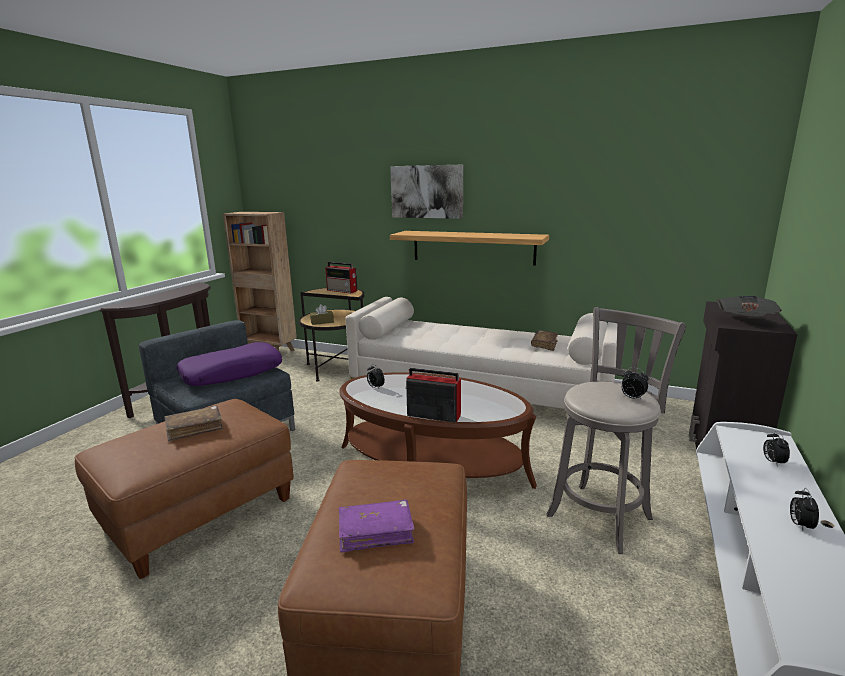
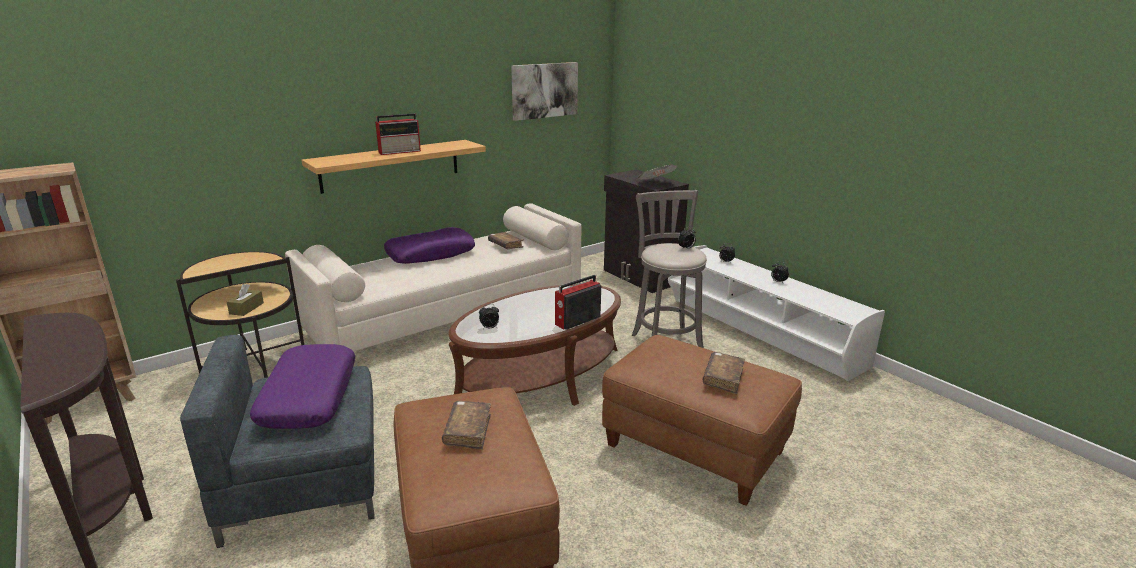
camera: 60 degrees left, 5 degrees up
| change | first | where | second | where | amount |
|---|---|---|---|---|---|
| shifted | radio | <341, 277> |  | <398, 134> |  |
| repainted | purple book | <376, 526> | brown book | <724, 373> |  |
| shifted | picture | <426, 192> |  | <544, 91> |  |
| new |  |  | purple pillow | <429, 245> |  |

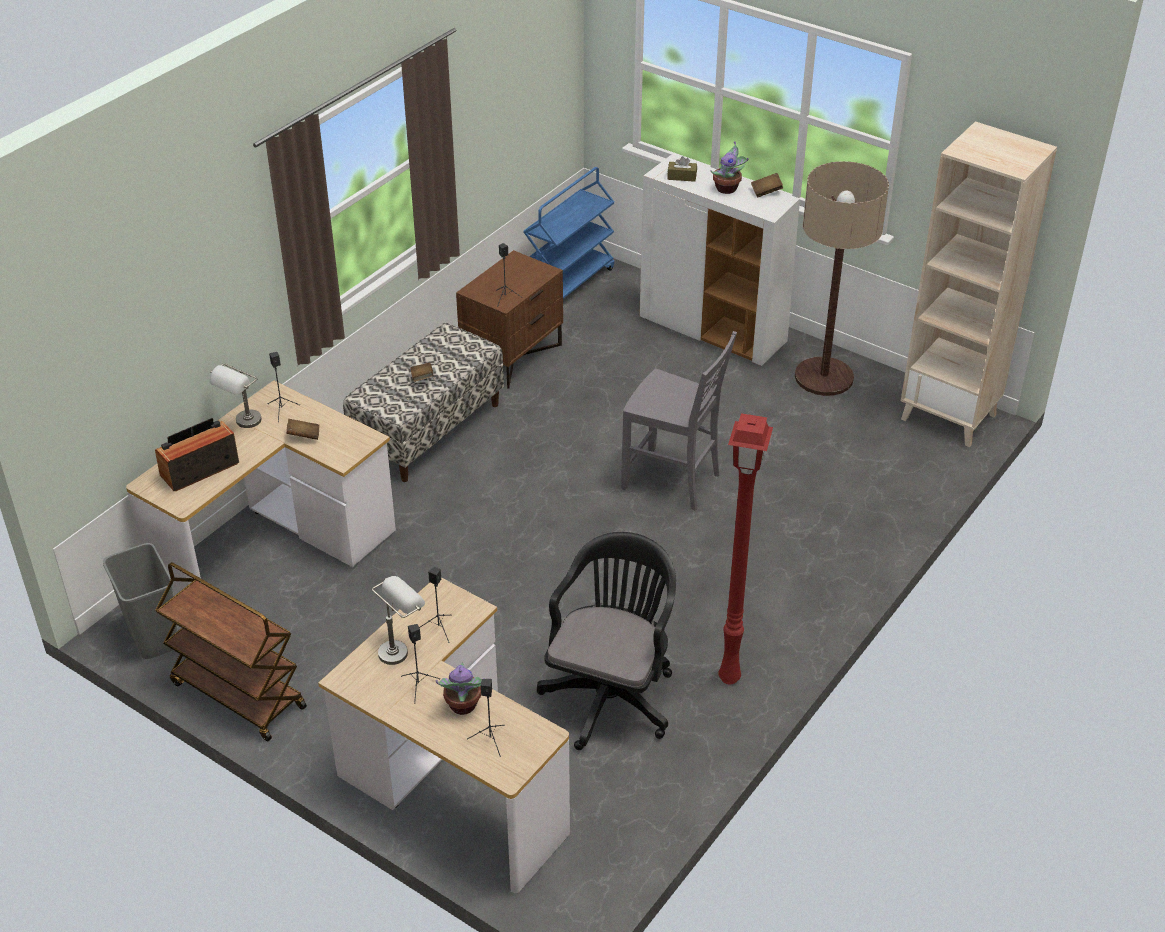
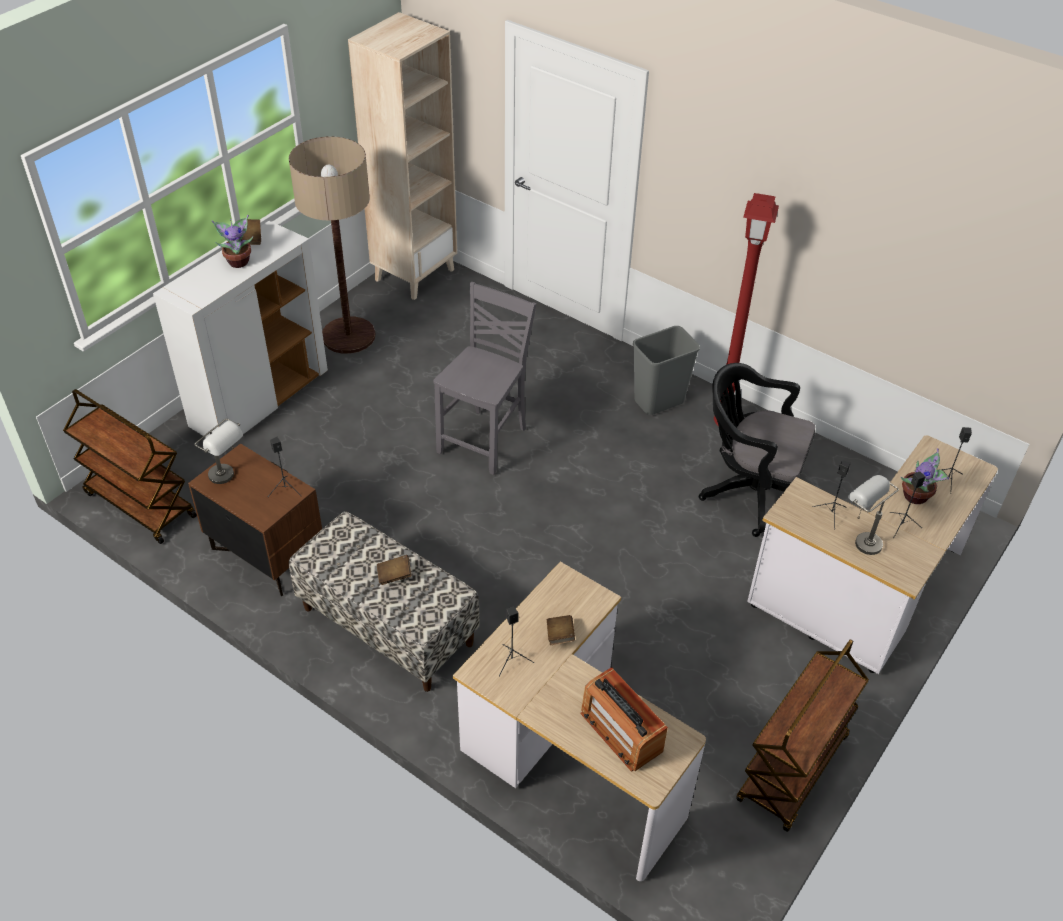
camera: 90 degrees left, 5 degrees up
| change | first | where | second | where | amount |
|---|---|---|---|---|---|
| shifted | grey trash can | <140, 601> |  | <666, 370> |  |
| shifted | grey table lamp | <236, 396> |  | <218, 451> |  |
| repainted | blue cart | <568, 233> | brown cart | <130, 466> |  |
| gone | brown tissue box | <682, 169> |  |  |  |

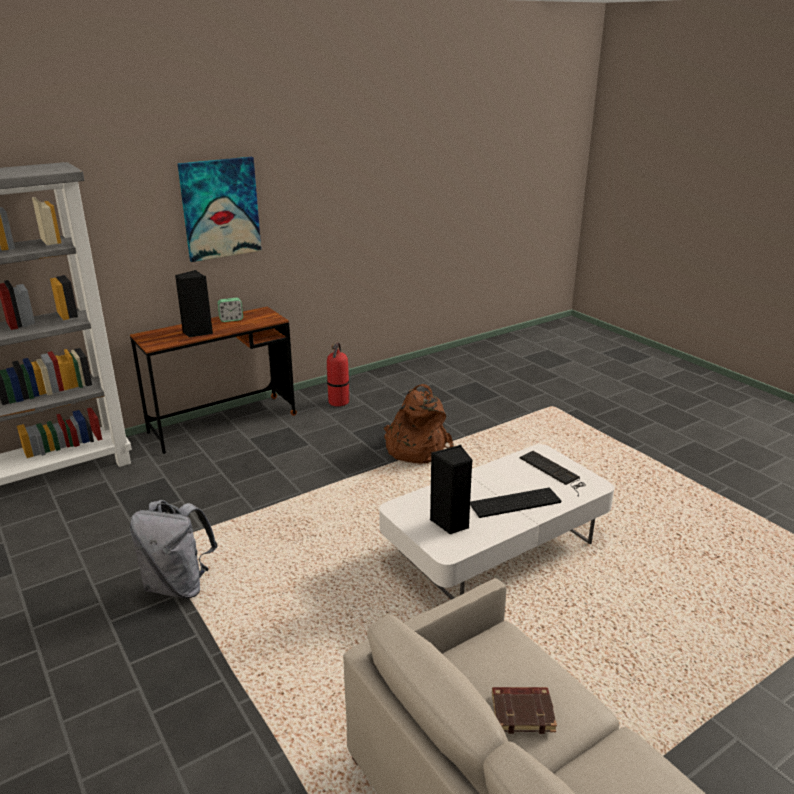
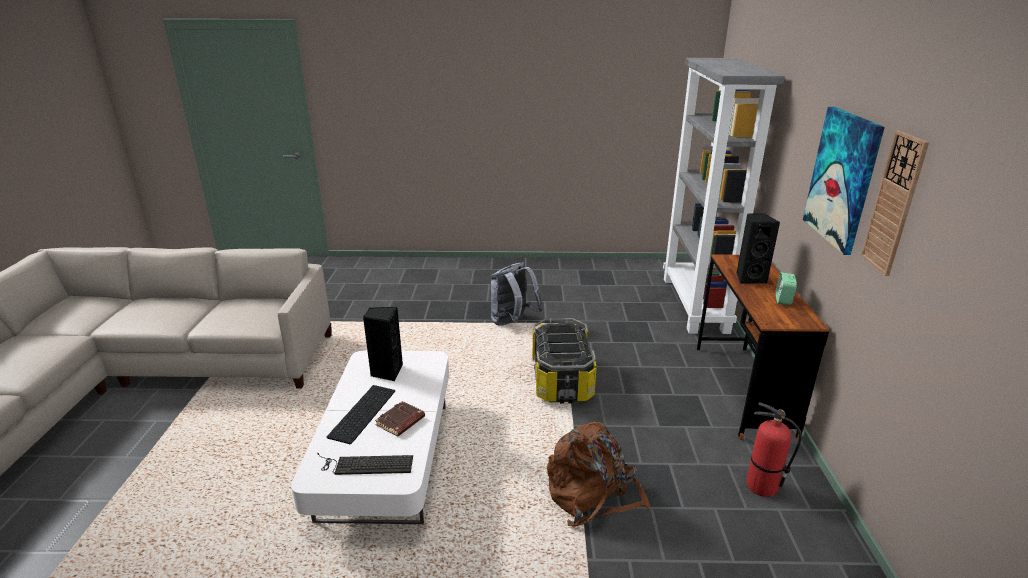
camera: 125 degrees right, 0 degrees up
| change | first | where | second | where | amount |
|---|---|---|---|---|---|
| shifted | brown book | <524, 710> |  | <400, 418> |  |
| new |  |  | storage box | <564, 361> |  |
| new |  |  | wall clock | <895, 203> |  |

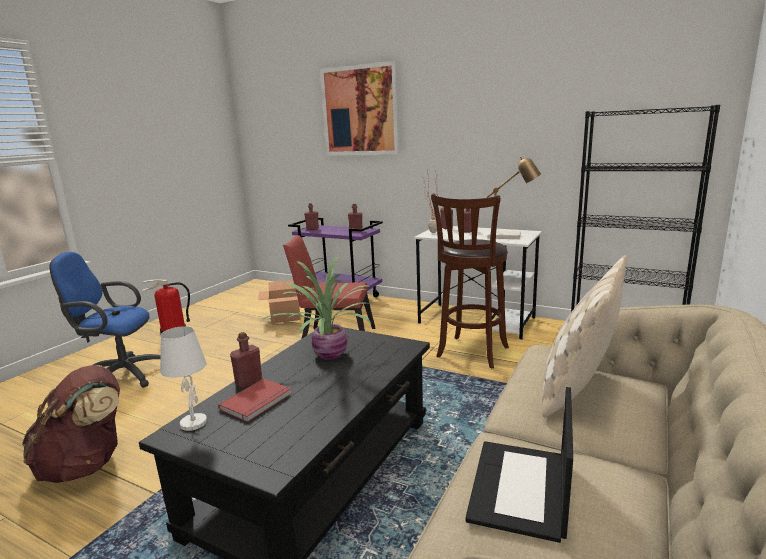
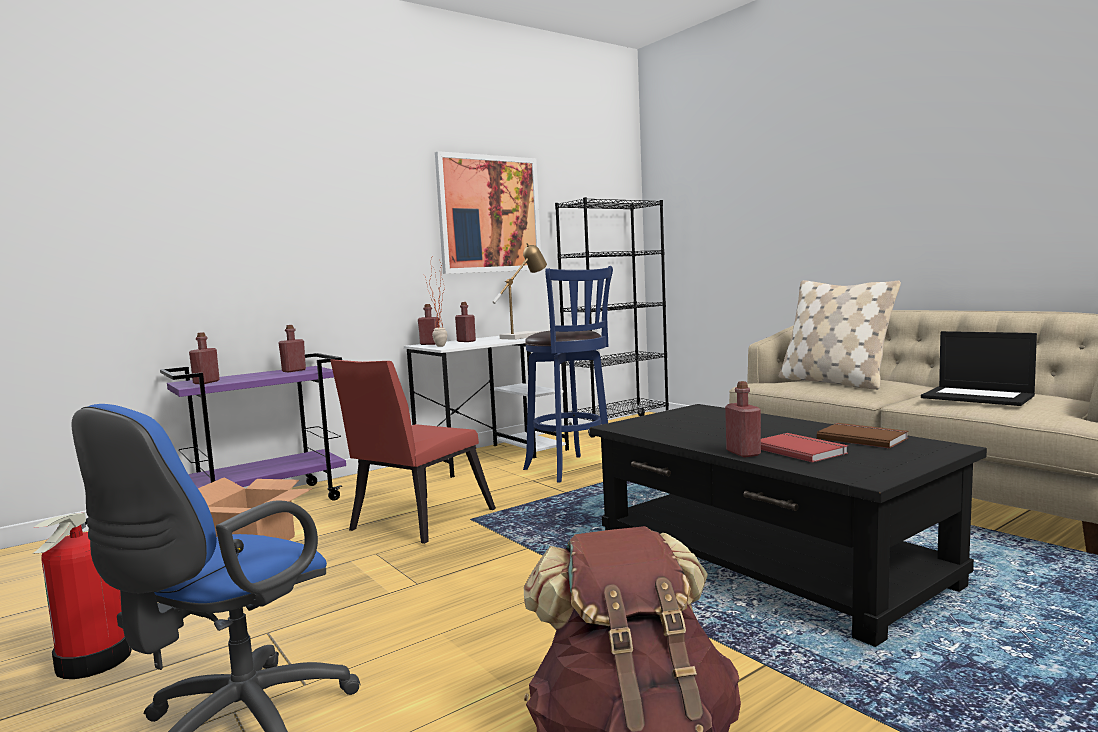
camera: 65 degrees left, 10 degrees down
| change | first | where | second | where | amount |
|---|---|---|---|---|---|
| gone | white table lamp | <183, 378> |  |  |  |
| gone | potted plant | <316, 308> |  |  |  |
| shifted | picture | <360, 108> |  | <488, 212> |  |
| repainted | brown stool | <470, 281> | blue stool | <568, 374> |  |
| new |  |  | brown book | <863, 435> |  |

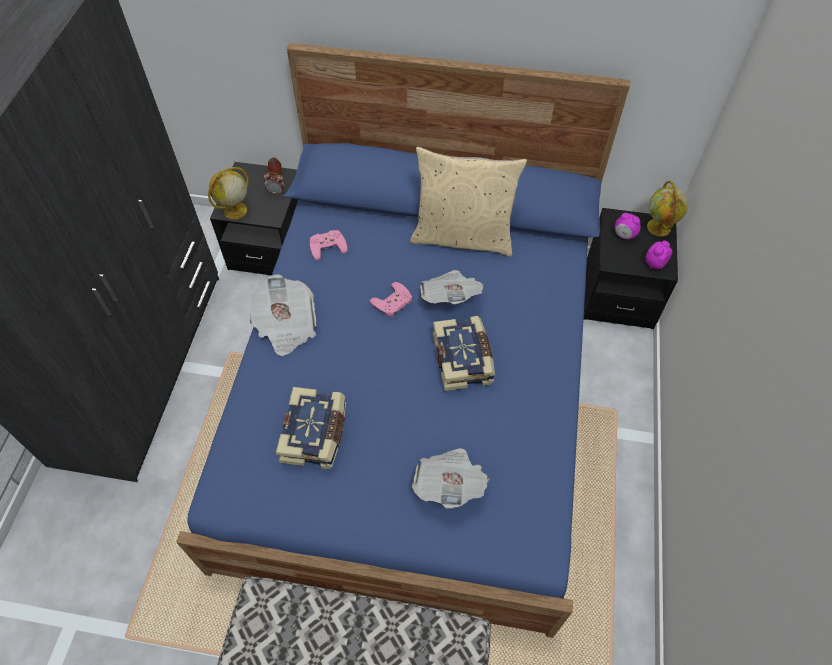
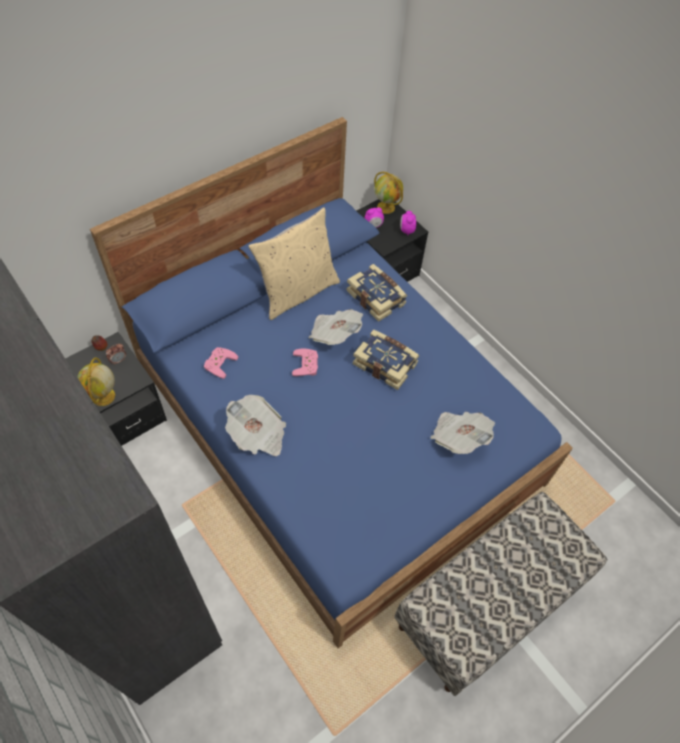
camera: 50 degrees left, 0 degrees up
| change | first | where | second | where | amount |
|---|---|---|---|---|---|
| shifted | book | <311, 428> |  | <376, 293> |  |

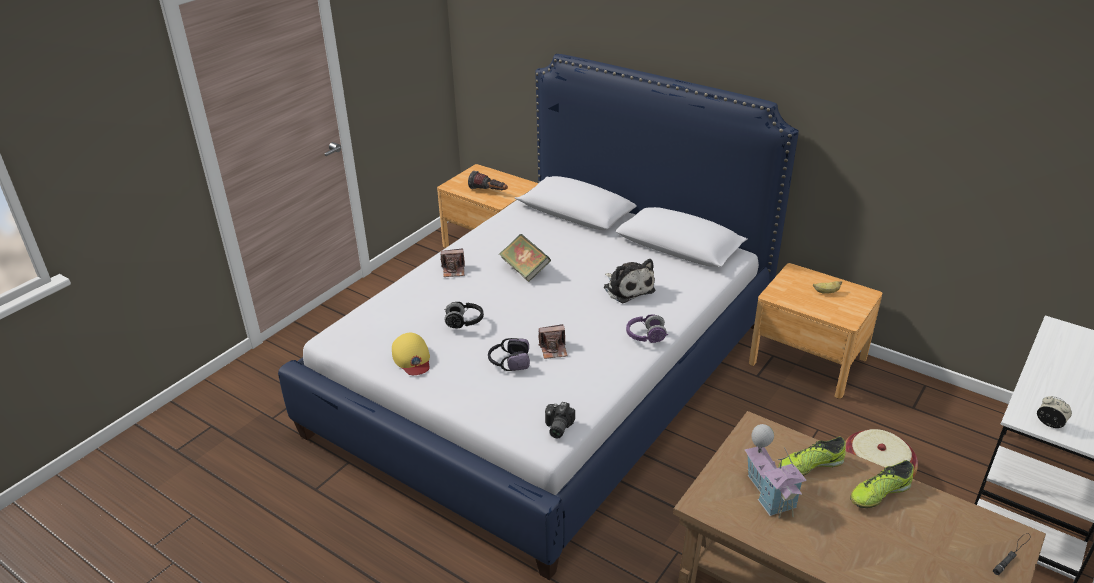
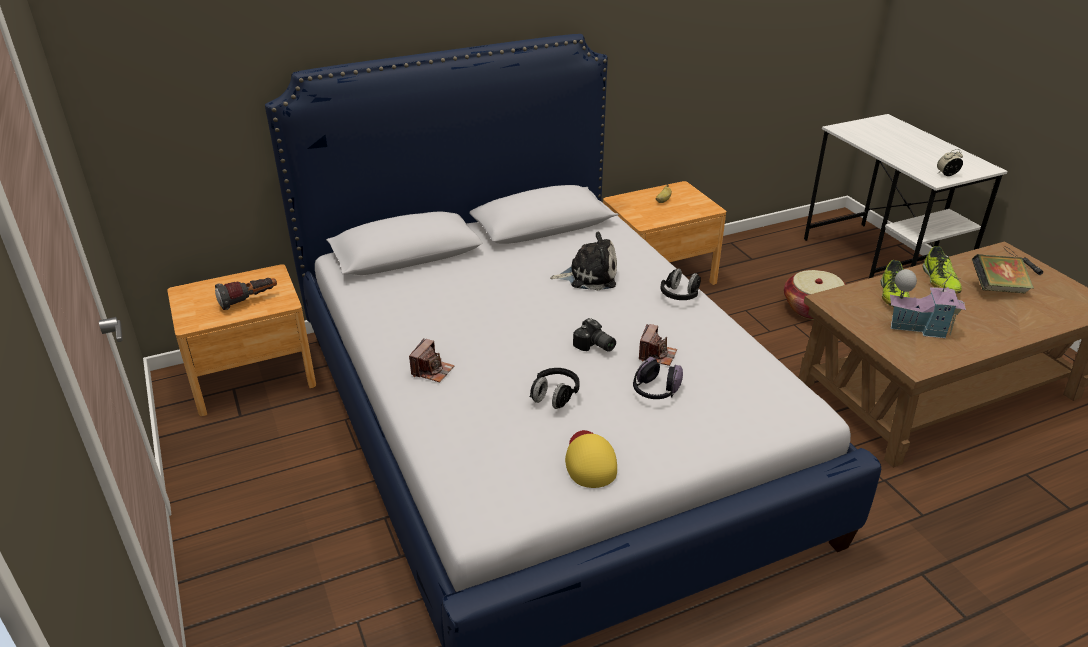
camera: 60 degrees left, 0 degrees up
| change | first | where | second | where | amount |
|---|---|---|---|---|---|
| rotated | yellow cap | <411, 354> |  | <591, 459> | 105 degrees counterclockwise |
| shifted | book | <525, 258> |  | <1003, 274> |  |
| shifted | photo camera | <560, 420> |  | <594, 335> |  |
| repainted | purple headphones | <647, 328> | black headphones | <681, 284> |  |

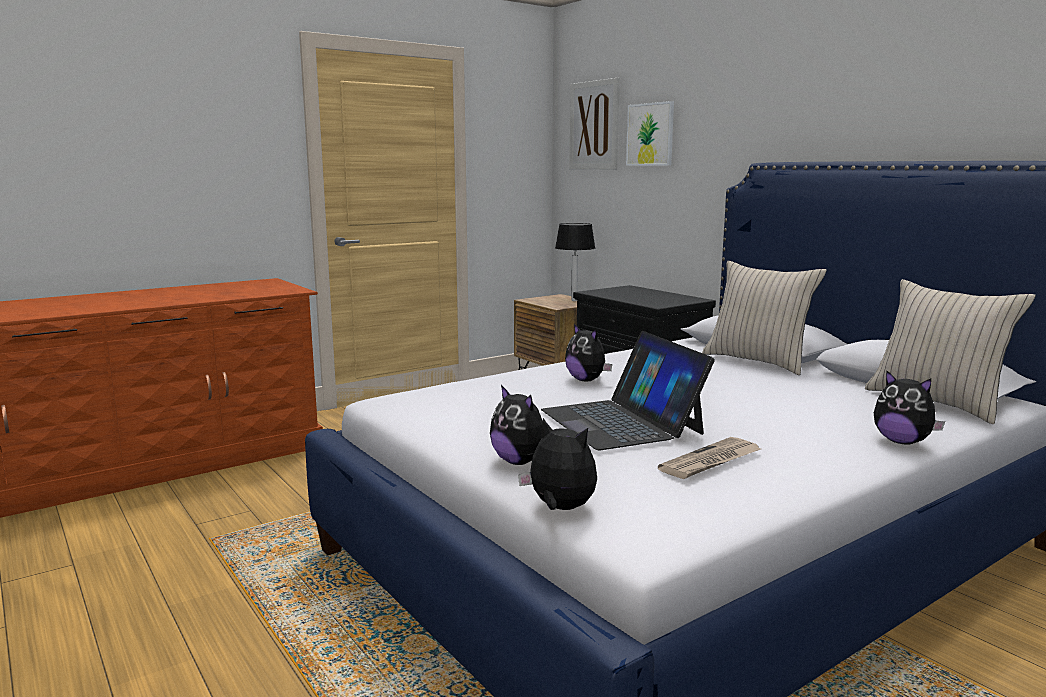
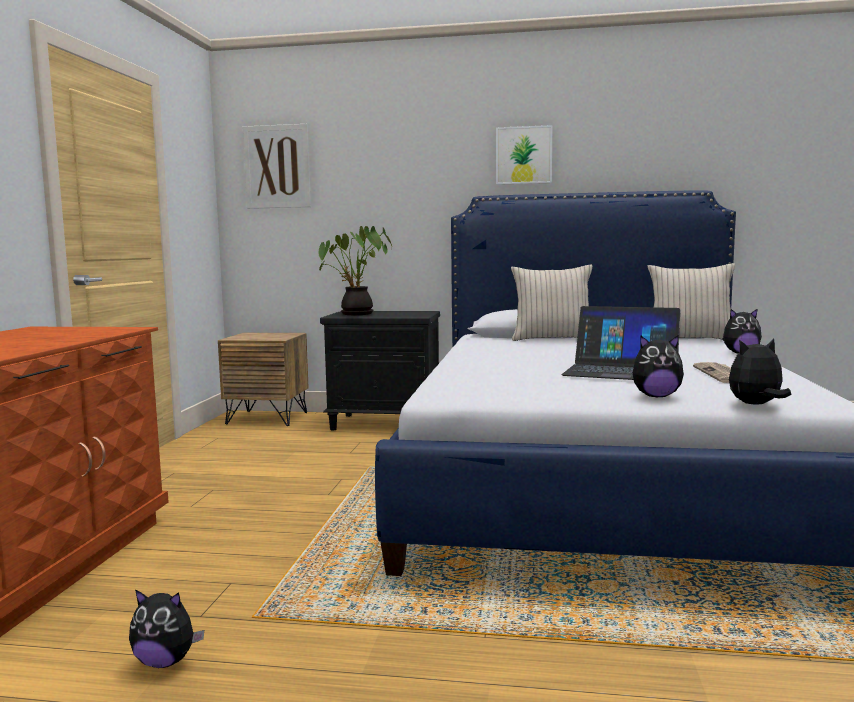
camera: 45 degrees left, 5 degrees down
| change | first | where | second | where | amount |
|---|---|---|---|---|---|
| gone | table lamp | <575, 262> |  |  |  |
| shifted | plush toy | <588, 353> |  | <166, 628> |  |
| shifted | picture | <650, 133> |  | <524, 155> |  |
| new |  |  | potted plant | <355, 270> |  |

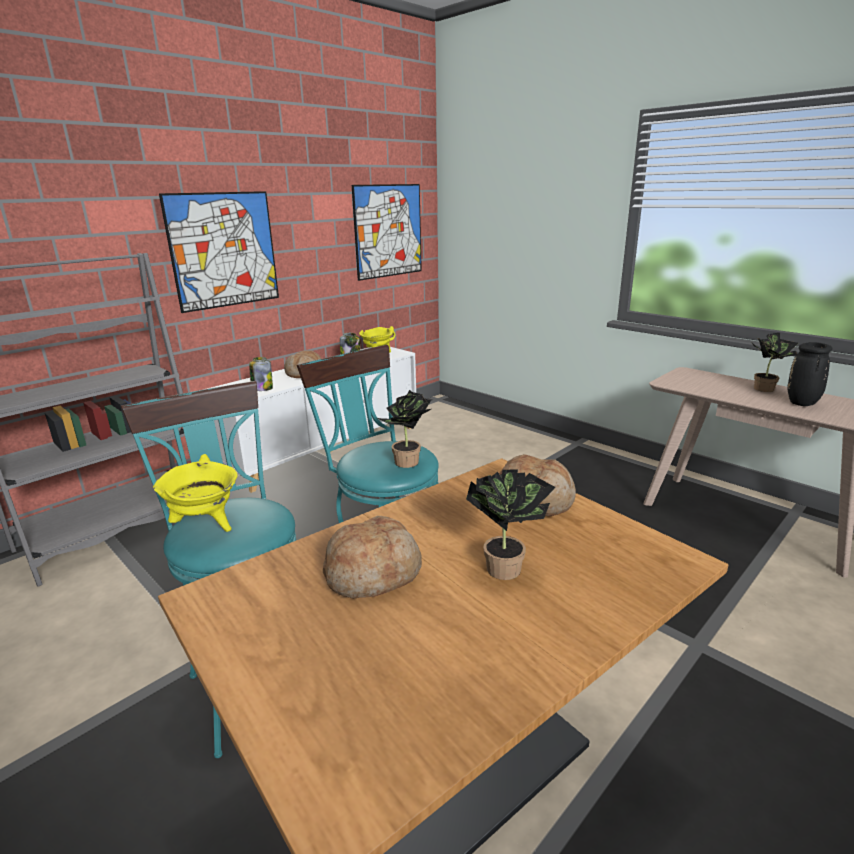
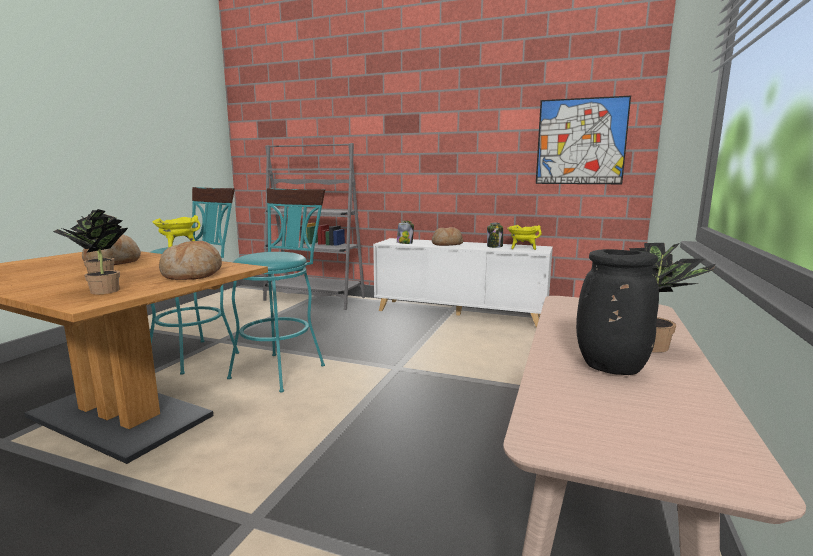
camera: 65 degrees right, 10 degrees down
| change | first | where | second | where | amount |
|---|---|---|---|---|---|
| gone | picture | <219, 252> |  |  |  |
| shifted | potted plant | <404, 429> |  | <90, 255> |  |

